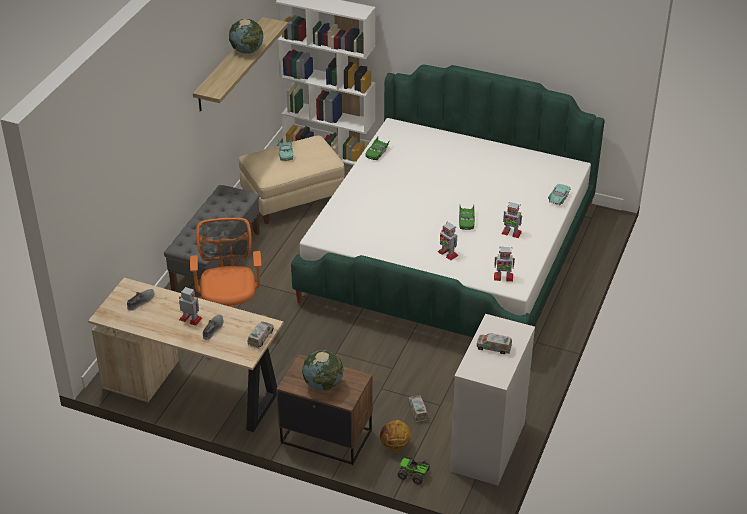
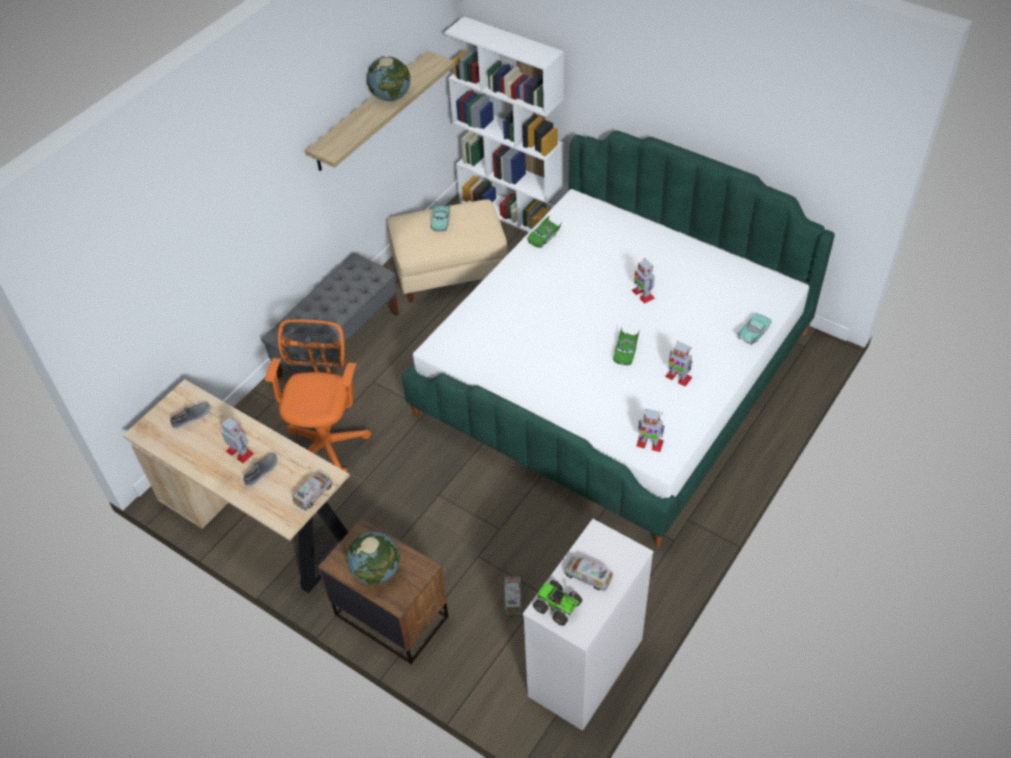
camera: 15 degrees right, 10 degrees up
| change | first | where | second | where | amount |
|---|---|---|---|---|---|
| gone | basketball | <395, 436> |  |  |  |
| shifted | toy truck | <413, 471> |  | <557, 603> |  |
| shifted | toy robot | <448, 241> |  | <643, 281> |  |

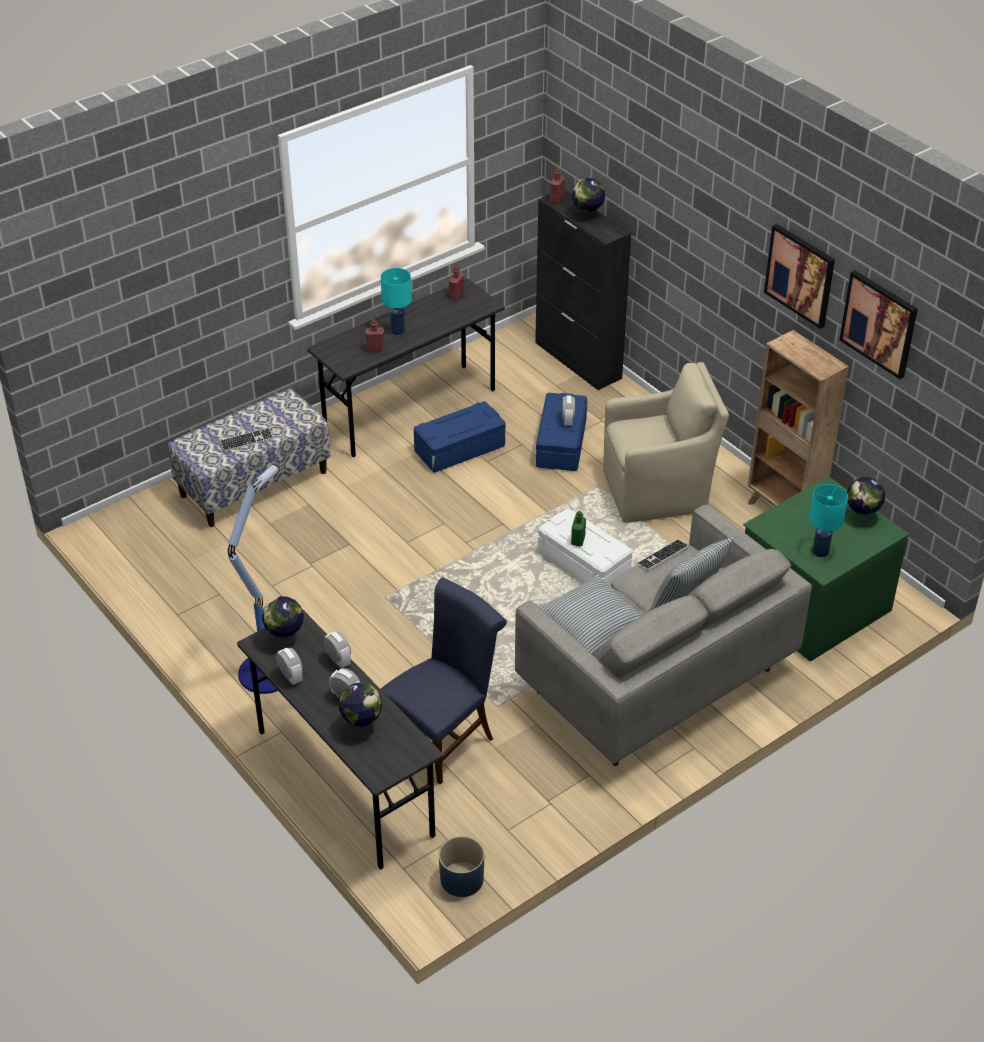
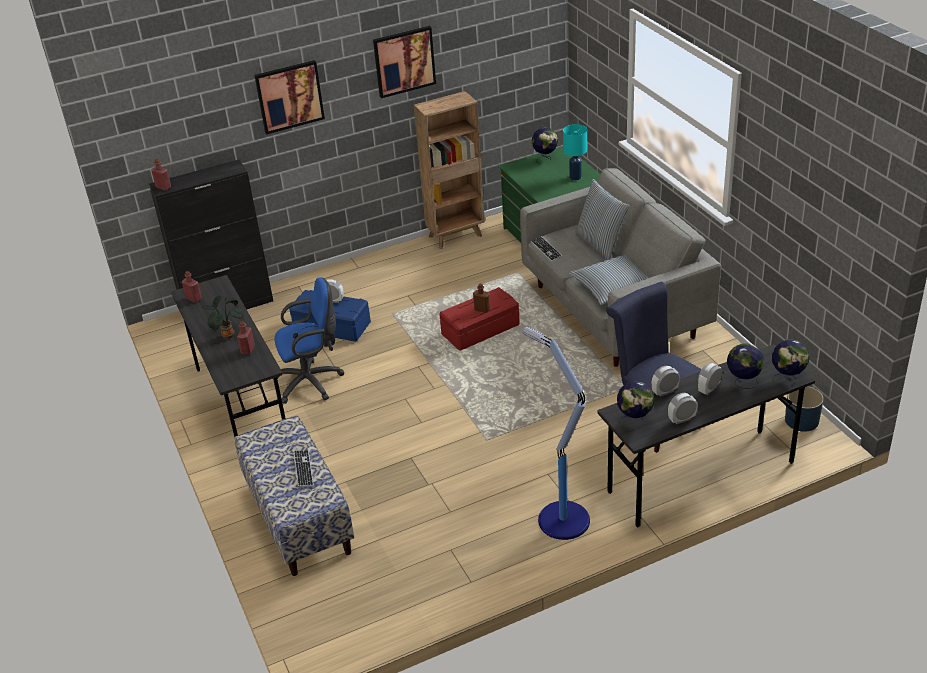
camera: 75 degrees left, 5 degrees down
| change | first | where | second | where | amount |
|---|---|---|---|---|---|
| swapped | turquoise table lamp | <396, 301> | potted plant | <223, 317> |  |
| swapped | blue storage box | <459, 437> | blue office chair | <309, 341> |  |
| repainted | white storage box | <585, 547> | red storage box | <479, 319> |  |
| repainted | green bottle | <578, 528> | brown bottle | <481, 298> |  |
| shifted | globe | <588, 199> |  | <790, 361> |  |
| gone | beige armchair | <666, 442> |  |  |  |
| shifted | picture | <878, 325> |  | <289, 97> |  |

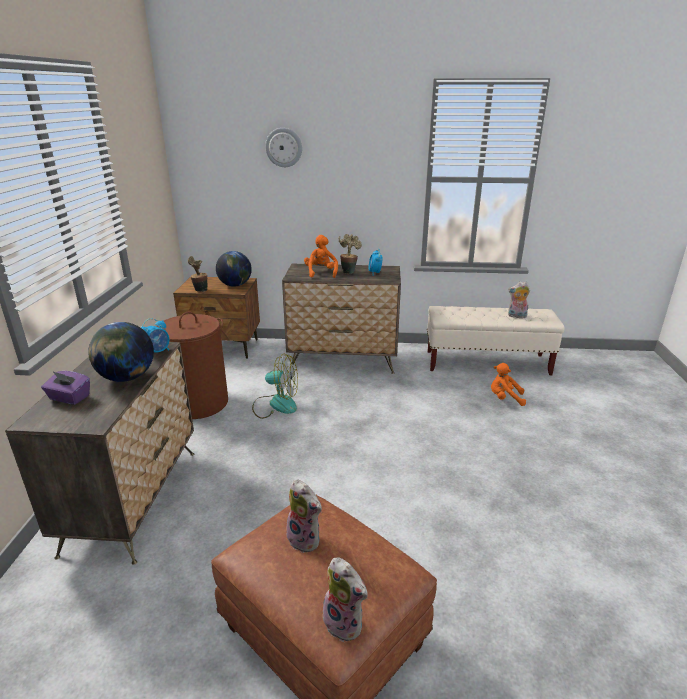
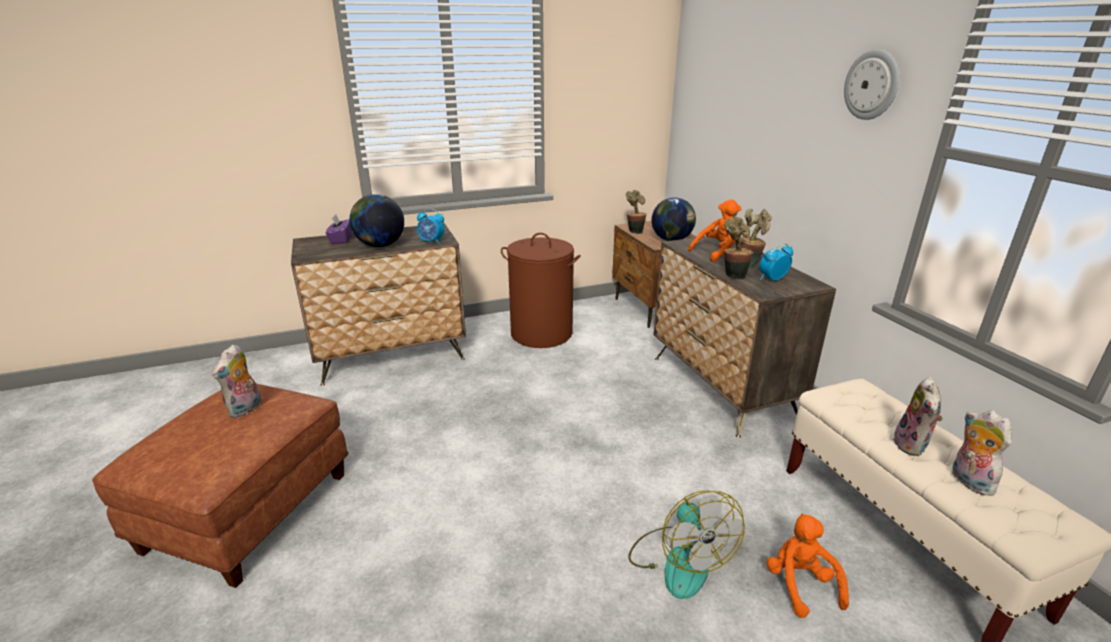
camera: 65 degrees right, 0 degrees up
| change | first | where | second | where | amount |
|---|---|---|---|---|---|
| shifted | fan | <275, 386> |  | <686, 544> |  |
| shifted | wall clock | <283, 147> |  | <871, 84> |  |
| shifted | plush toy | <345, 599> |  | <918, 416> |  |
| new |  |  | potted plant | <738, 248> |  |

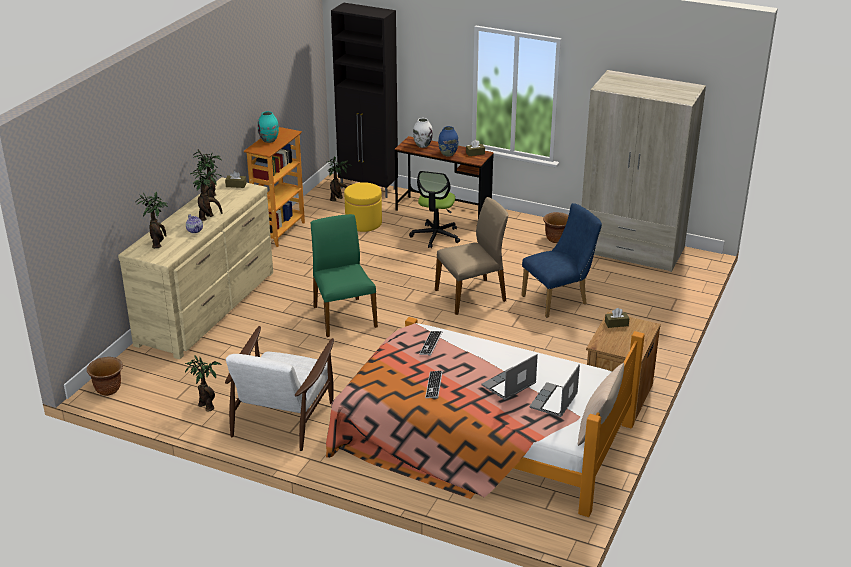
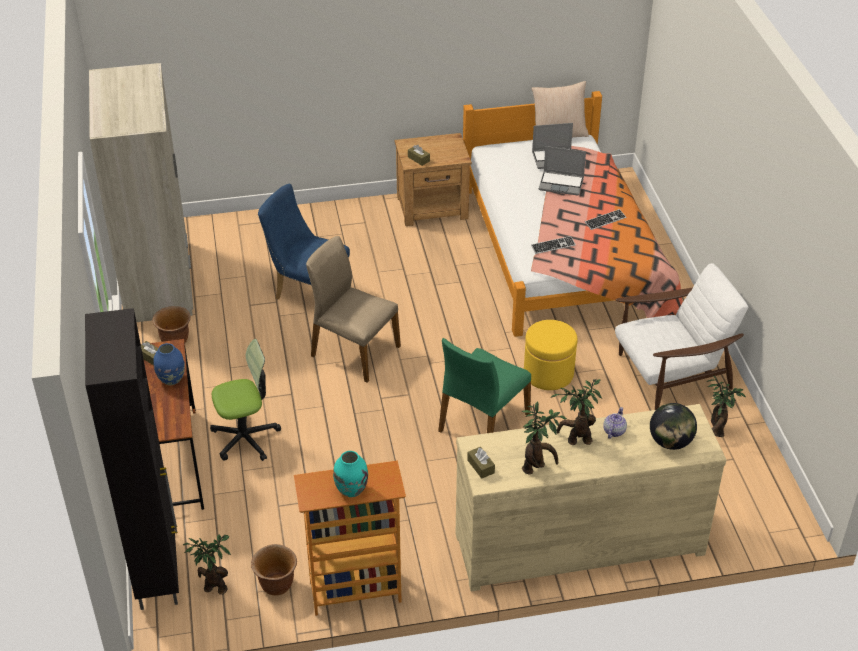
camera: 125 degrees left, 10 degrees up
| change | first | where | second | where | amount |
|---|---|---|---|---|---|
| shifted | brown planter | <105, 376> |  | <274, 570> |  |
| swapped | potted plant | <152, 220> | globe | <673, 426> |  |
| shifted | yellow ottoman | <363, 207> |  | <551, 355> |  |
| gone | white vase | <423, 133> |  |  |  |

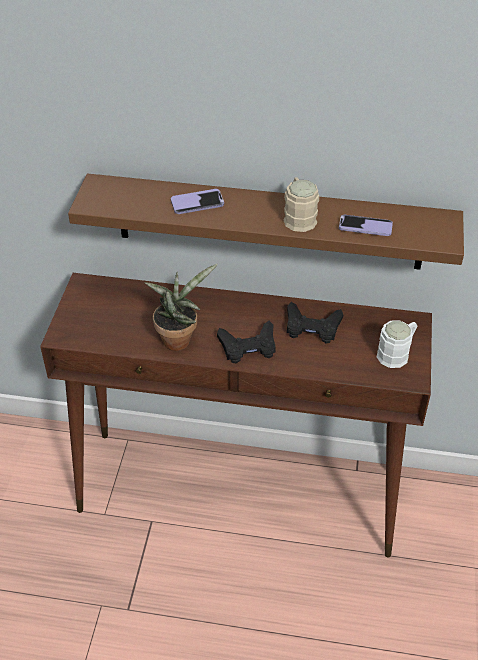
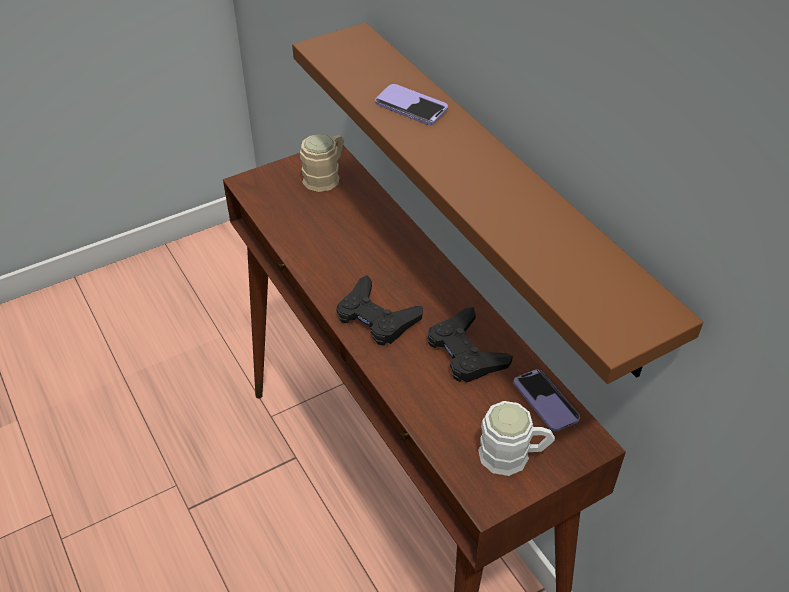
camera: 50 degrees right, 0 degrees up
| change | first | where | second | where | amount |
|---|---|---|---|---|---|
| gone | potted plant | <181, 307> |  |  |  |
| shifted | beige mug | <301, 204> |  | <322, 163> |  |
| shifted | phone | <366, 225> |  | <546, 400> |  |

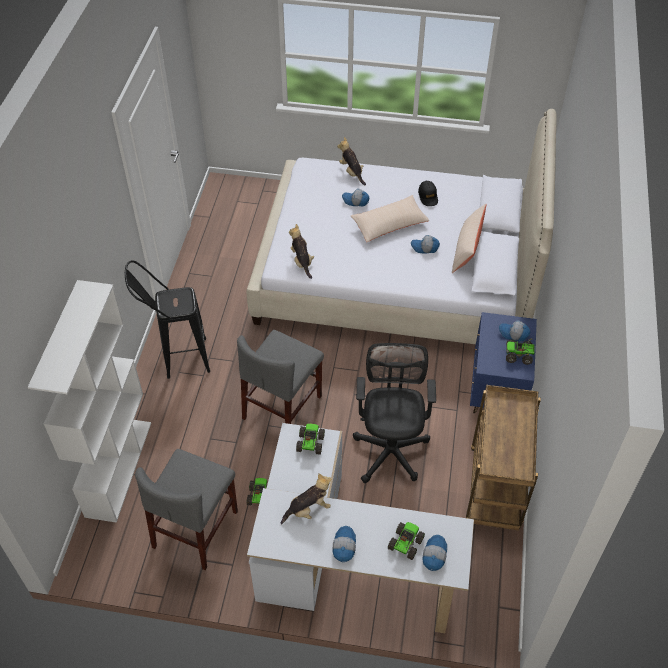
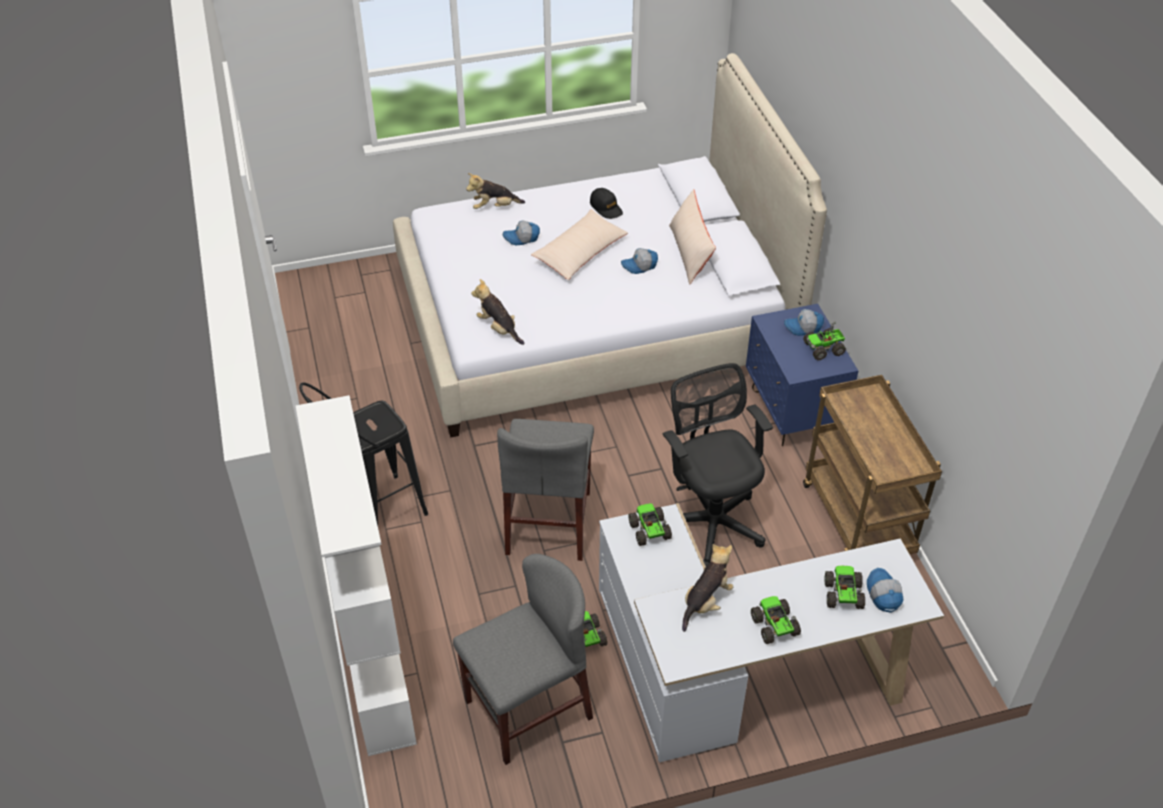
camera: 25 degrees left, 5 degrees down
| change | first | where | second | where | amount |
|---|---|---|---|---|---|
| rotated | grey chair | <186, 509> |  | <523, 659> | 120 degrees counterclockwise |
| swapped | cap | <344, 544> | toy truck | <776, 620> |  |
| rotated | plush toy | <351, 161> |  | <495, 191> | 45 degrees counterclockwise |

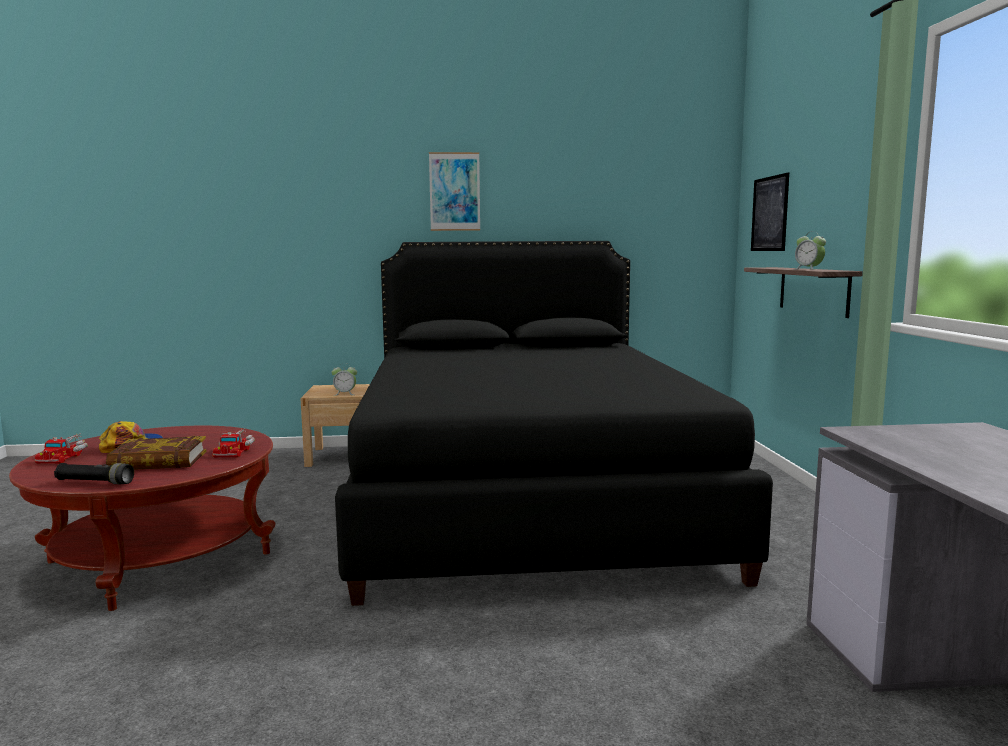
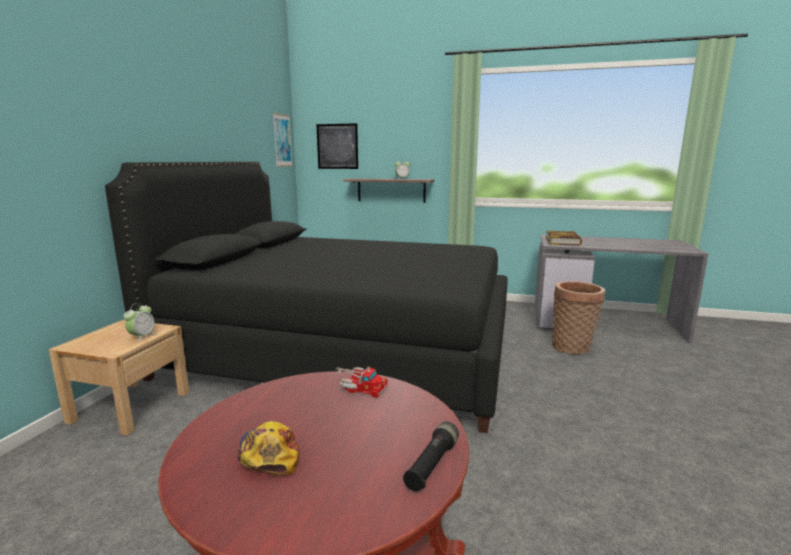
camera: 70 degrees left, 5 degrees up
| change | first | where | second | where | amount |
|---|---|---|---|---|---|
| gone | toy truck | <61, 449> |  |  |  |
| shifted | book | <156, 453> |  | <564, 238> |  |
| shifted | picture | <454, 191> |  | <282, 139> |  |
| new |  |  | basket | <578, 317> |  |

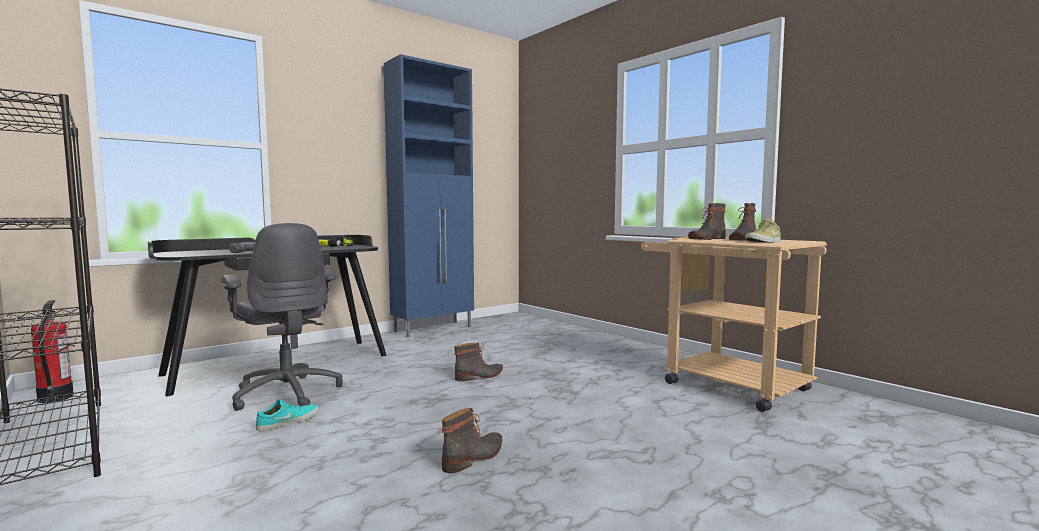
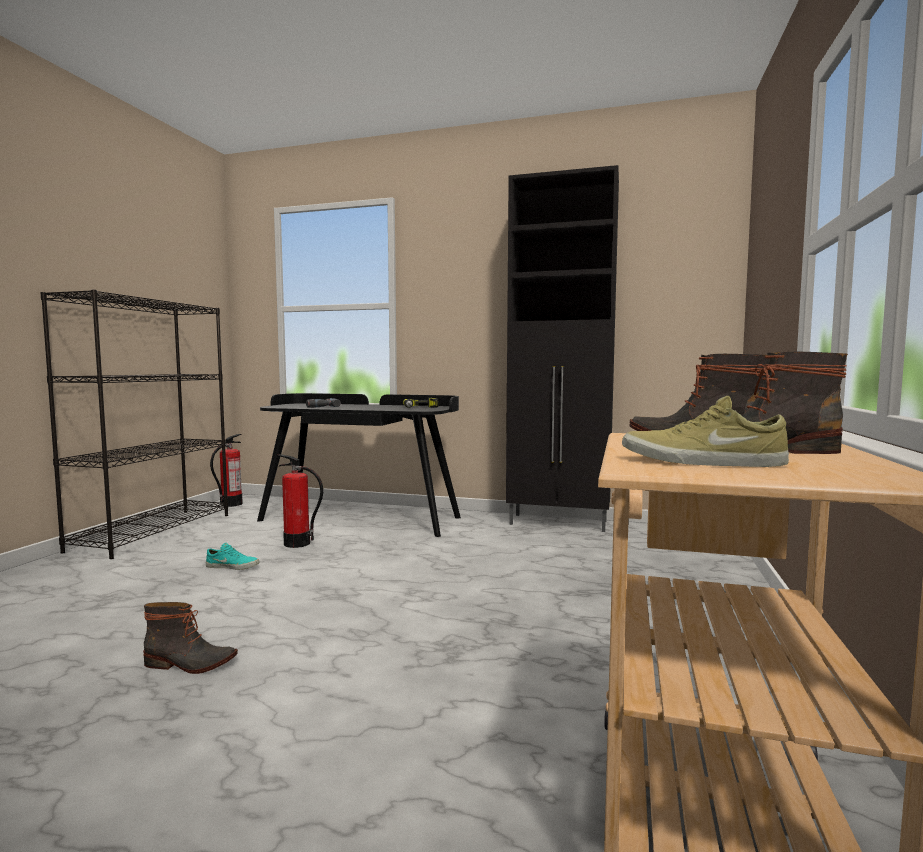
camera: 55 degrees right, 0 degrees up
| change | first | where | second | where | amount |
|---|---|---|---|---|---|
| swapped | grey office chair | <282, 317> | fire extinguisher | <300, 501> |  |
| repainted | blue cabinet | <429, 195> | black cabinet | <562, 348> |  |
| gone | boot | <478, 362> |  |  |  |

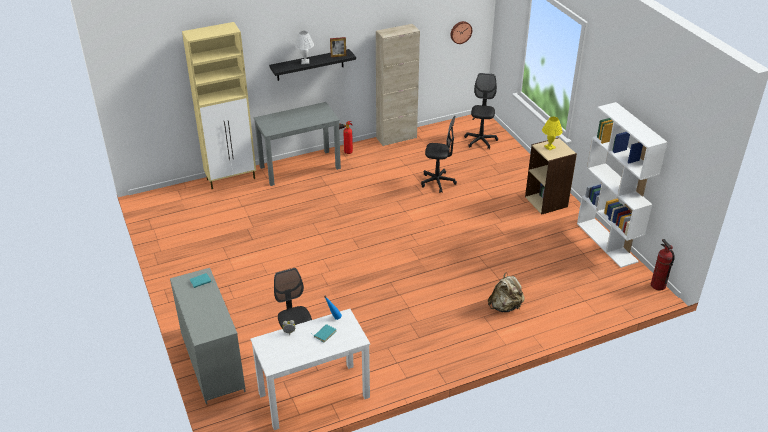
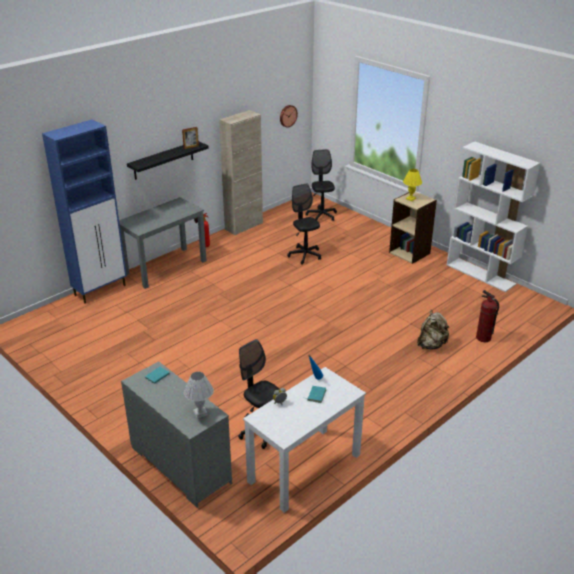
camera: 20 degrees left, 5 degrees down
| change | first | where | second | where | amount |
|---|---|---|---|---|---|
| repainted | beige cabinet | <219, 105> | blue cabinet | <84, 211> |  |
| shifted | white table lamp | <304, 47> |  | <199, 395> |  |
| rotated | black office chair | <439, 154> |  | <304, 224> | 105 degrees counterclockwise |
| shifted | fire extinguisher | <663, 264> |  | <487, 316> |  |

